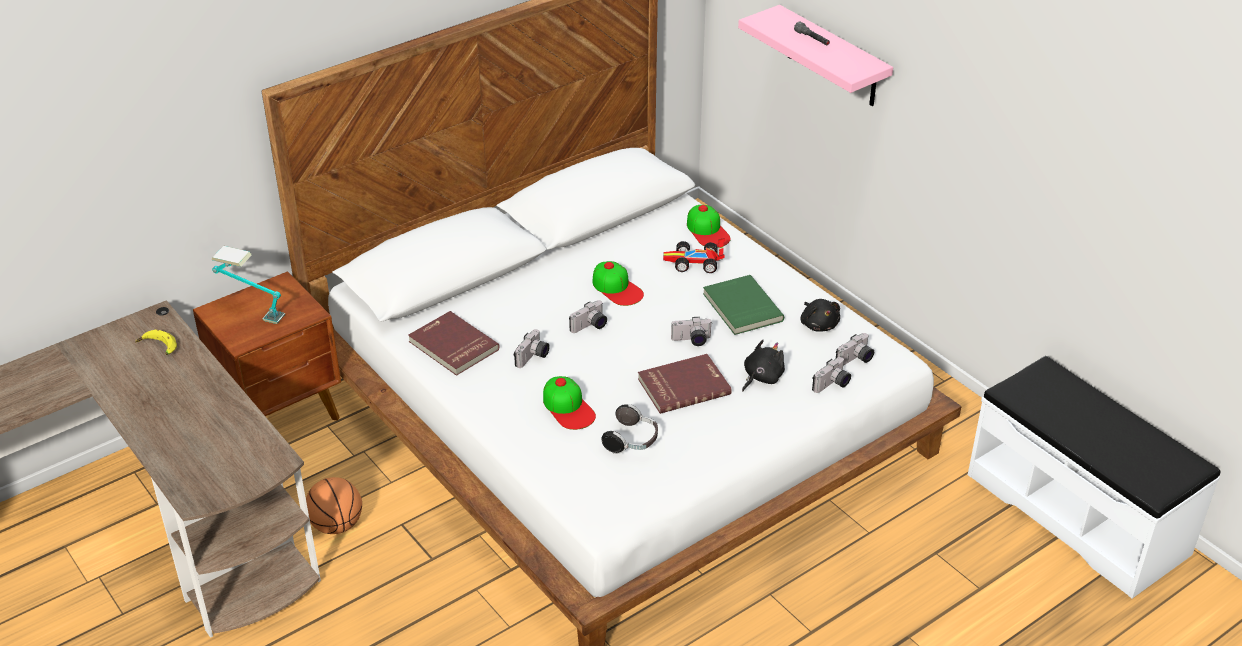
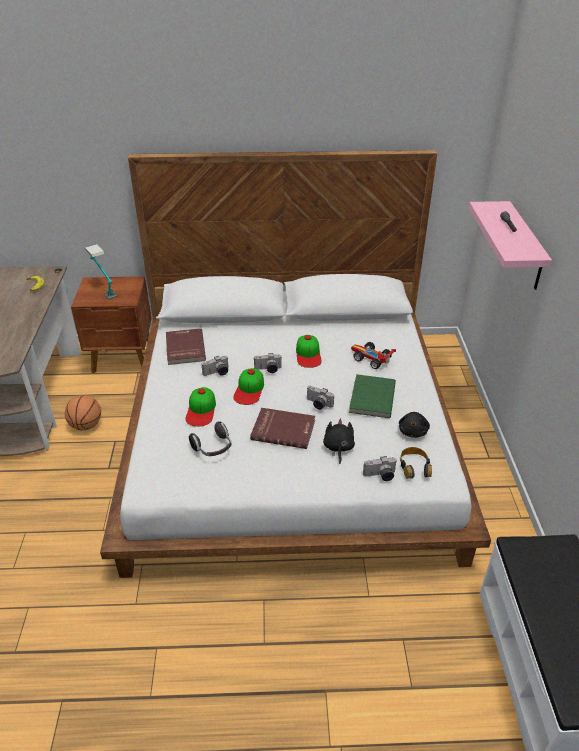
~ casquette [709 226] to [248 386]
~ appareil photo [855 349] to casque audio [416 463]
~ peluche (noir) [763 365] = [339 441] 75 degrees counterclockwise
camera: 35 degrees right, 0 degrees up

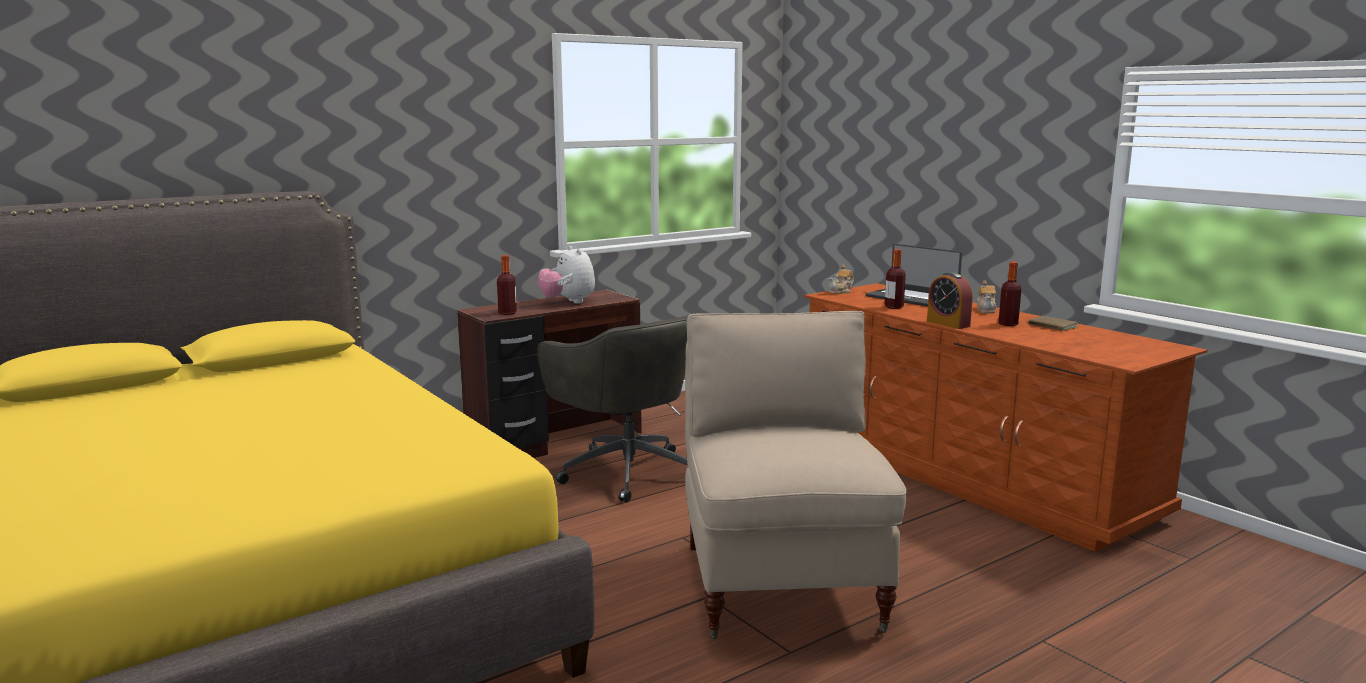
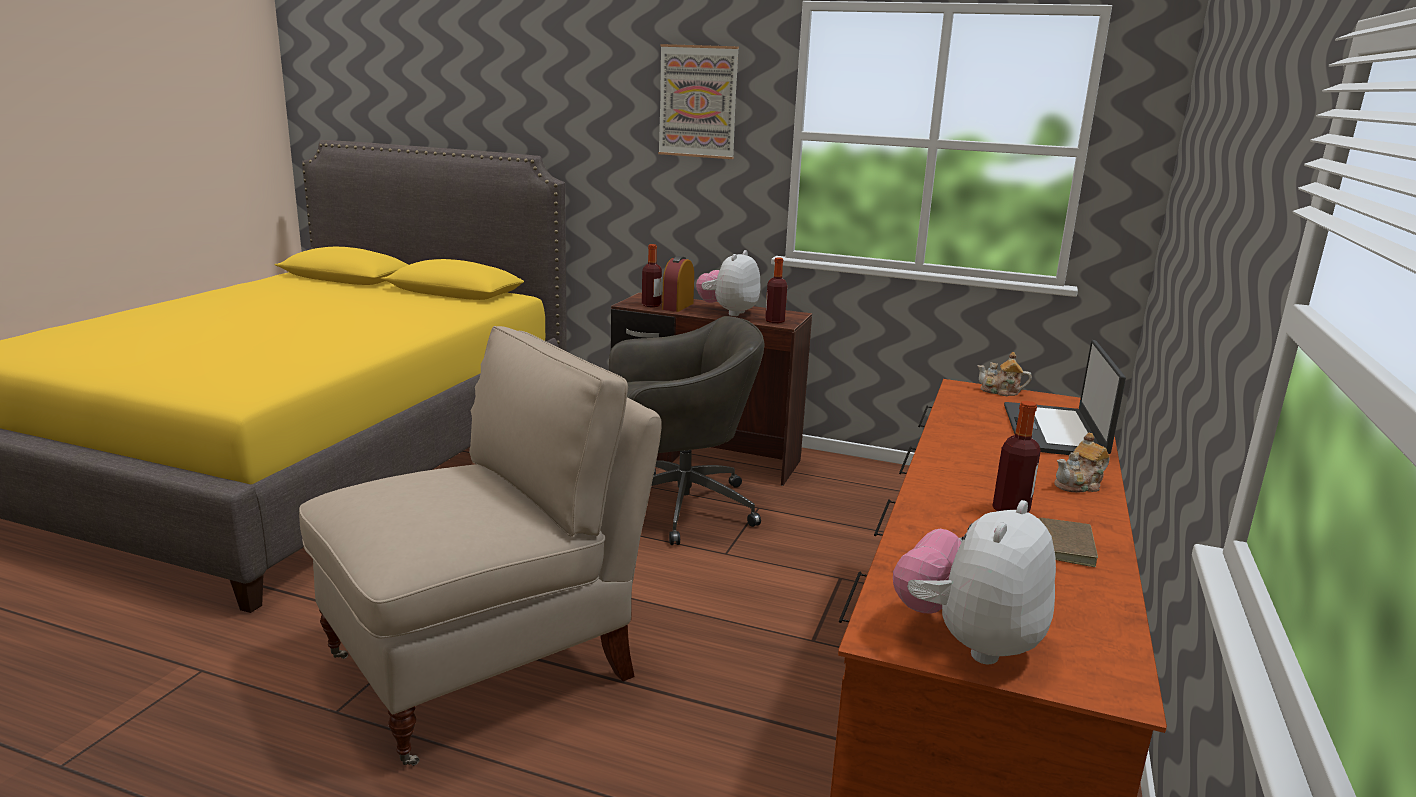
~ bouteille [895 279] to [776 290]
~ réveil [950 300] to [678 284]
~ chaise de bureau (gris) [613 408] = [687 430] 120 degrees counterclockwise
+ tableau [698 101]
+ peluche [974 582]
camera: 55 degrees right, 5 degrees up

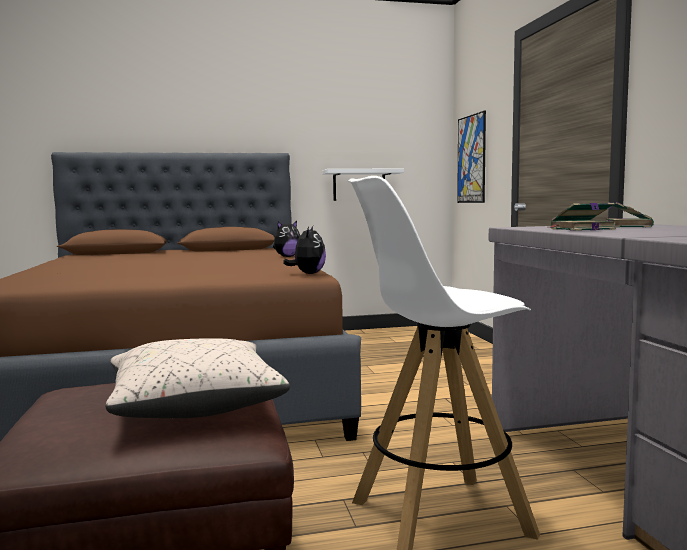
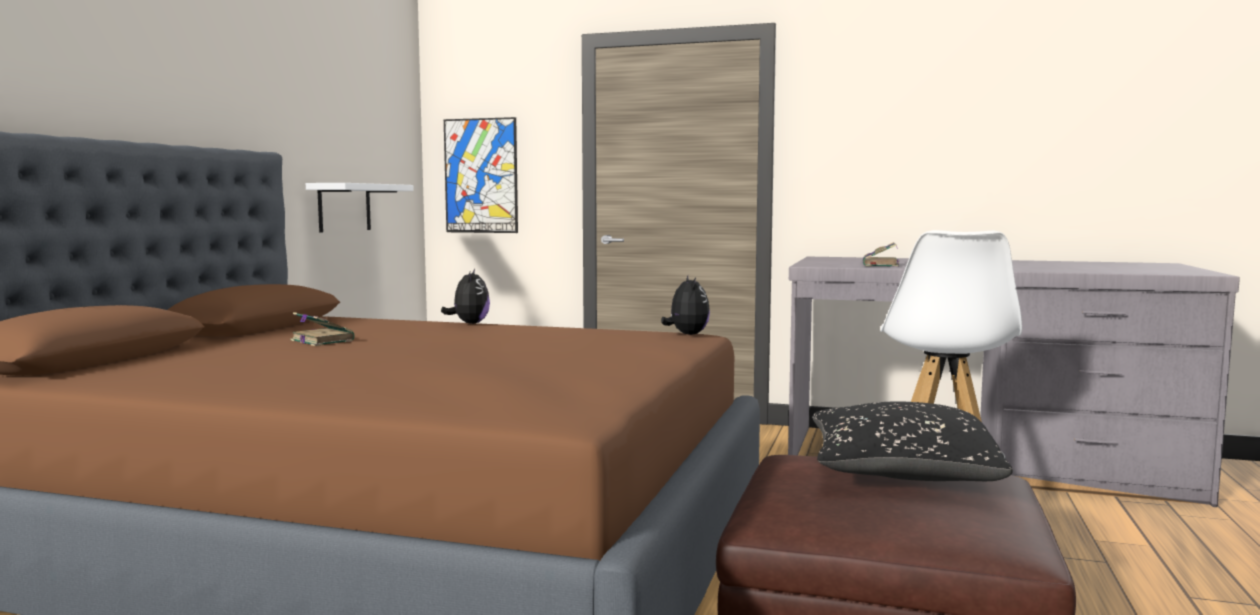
~ livre [630 215] to [323 329]
~ peluche [304 250] = [685 305] 45 degrees clockwise
~ coussin (beige) [197 378] to coussin (noir) [913 441]
camera: 60 degrees left, 0 degrees up

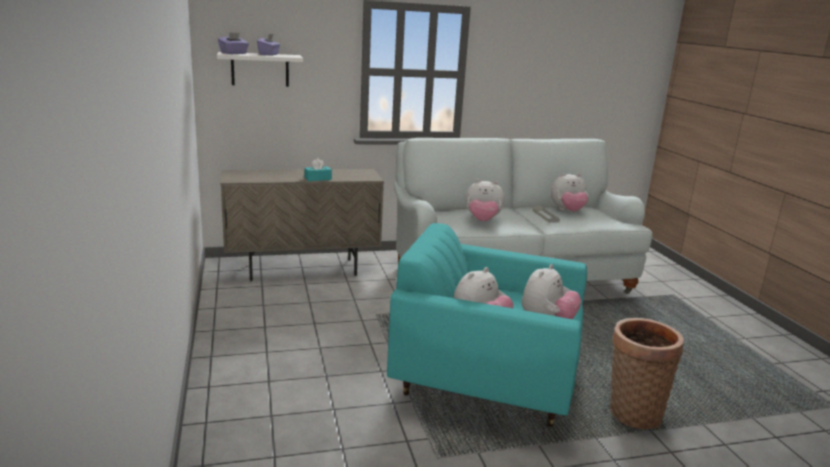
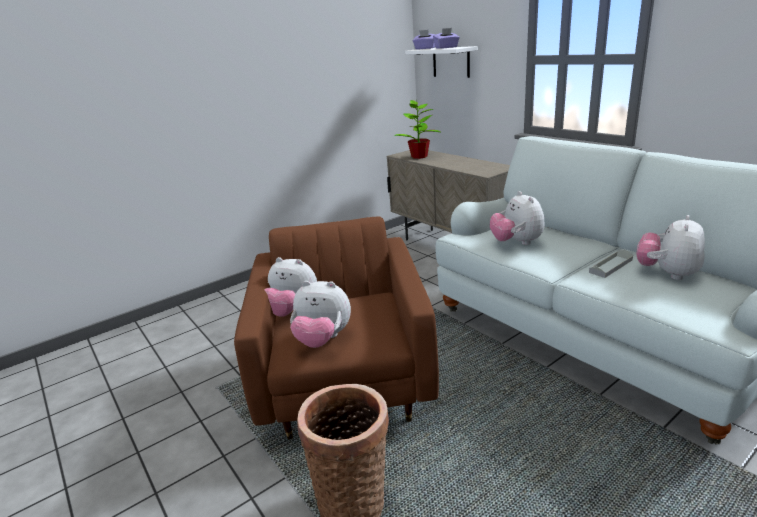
- boîte à mouchoirs (turquoise) [318 169]
~ peluche [569 192] = [670 247] 60 degrees clockwise
~ fauteuil (turquoise) [487 325] to fauteuil (marron) [336 327]
+ plante en pot [417 129]
camera: 70 degrees right, 5 degrees up

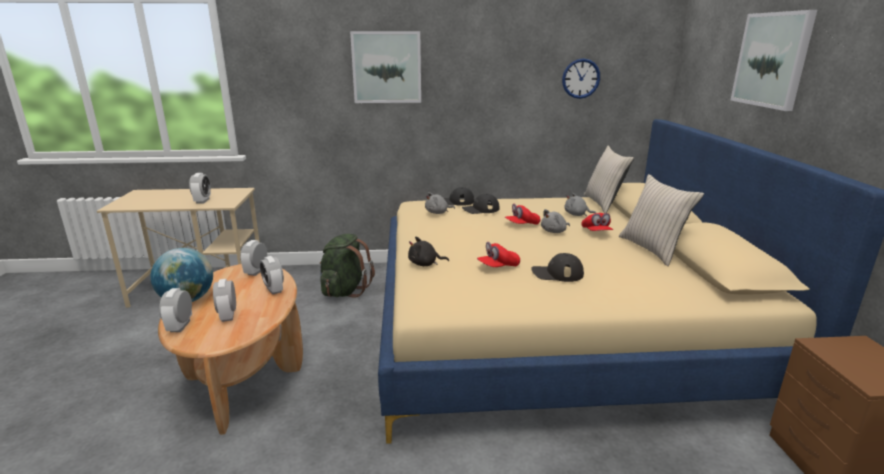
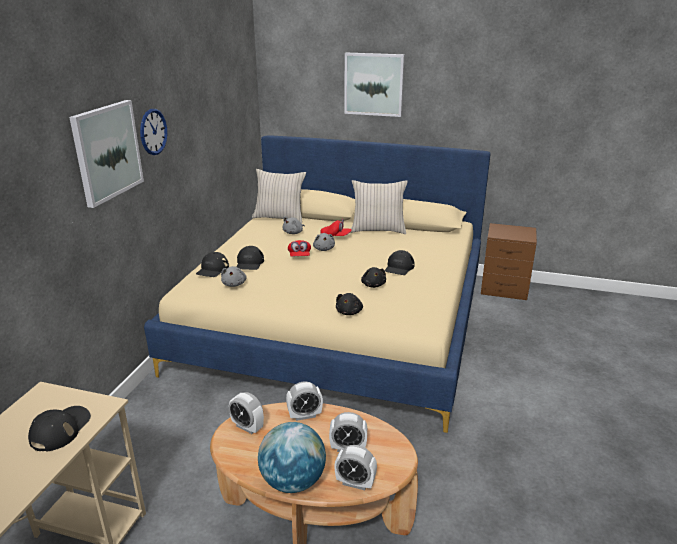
~ horloge murale [581 78] to [153 132]
~ réveil [200 188] to casquette (noir) [59 429]
- sac à dos (vert) [347 266]
~ casquette (rouge) [498 254] to peluche (noir) [373 277]
camera: 70 degrees left, 5 degrees up

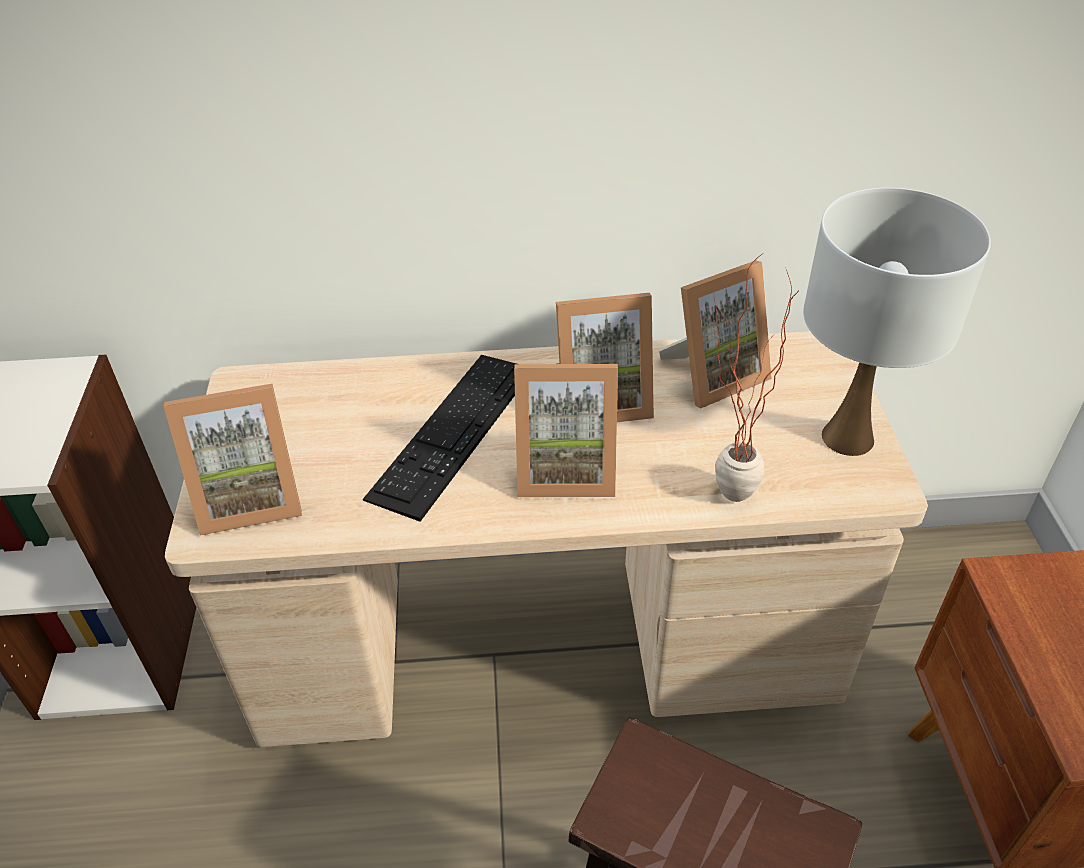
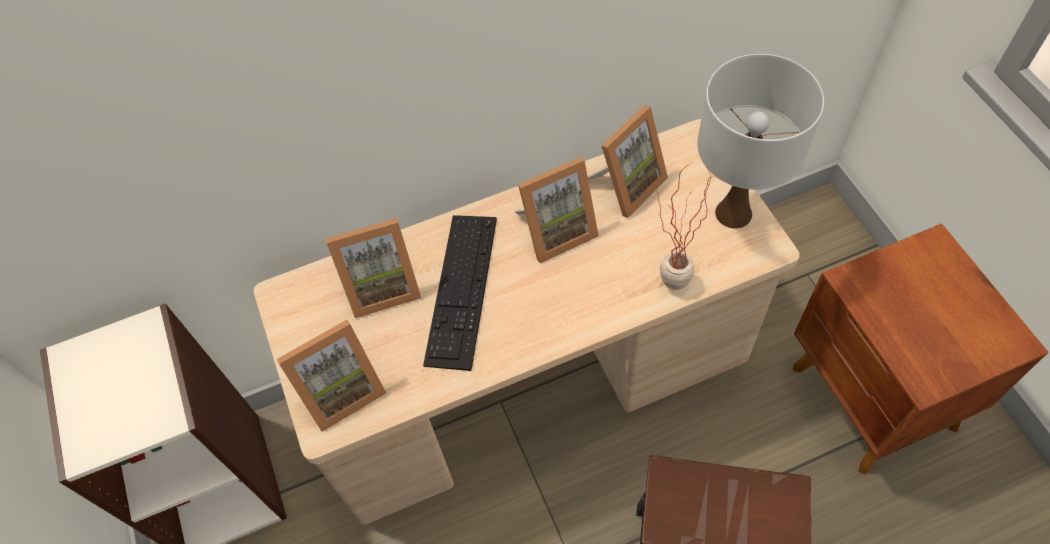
~ cadre photo [566 430] to [373 268]
camera: 15 degrees left, 15 degrees up

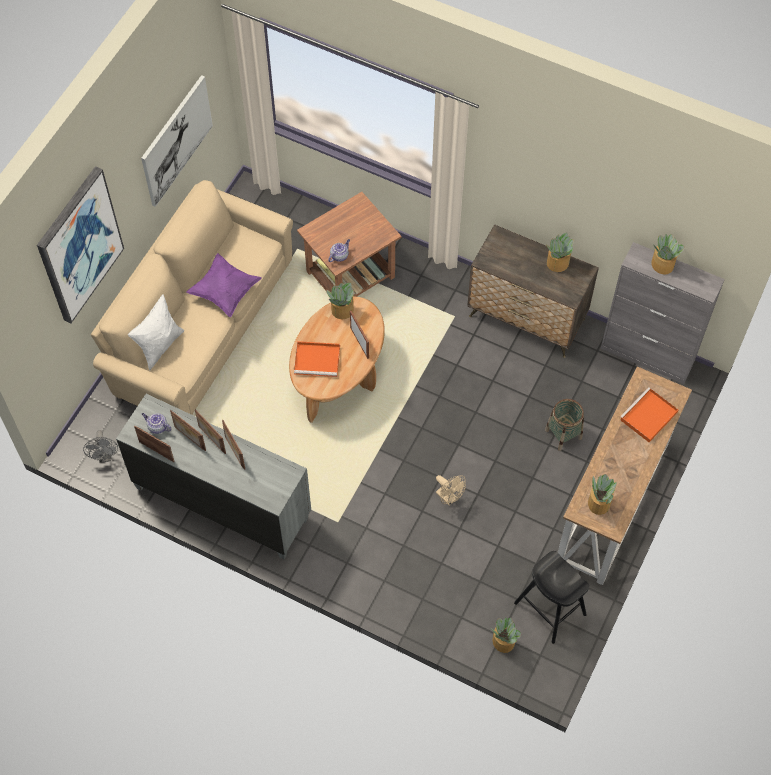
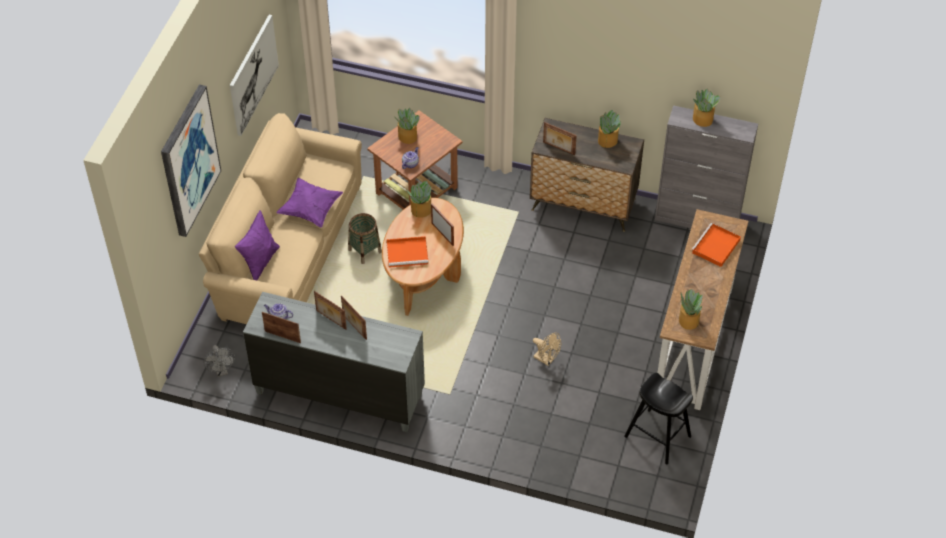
~ coussin (blanc) [156 332] to coussin (violet) [257 245]
~ panier [564 425] to [365 238]
~ cadre photo [188 430] to [560 138]
~ plante en pot [506 635] to [408 126]
camera: 10 degrees left, 10 degrees down

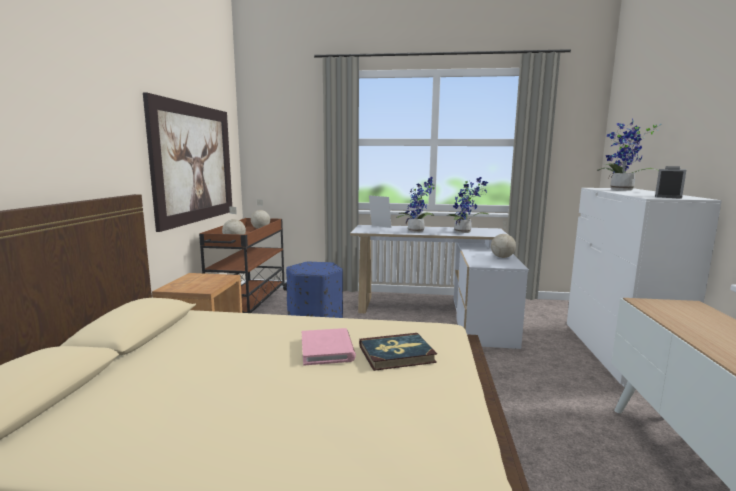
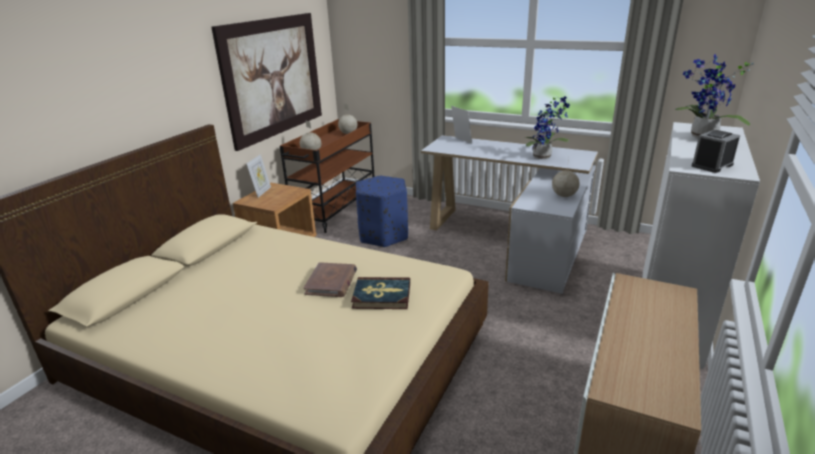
- plante en pot [415 205]
~ livre (rose) [329 346] to livre (marron) [330 279]
+ cadre photo [259 176]
camera: 20 degrees right, 15 degrees up

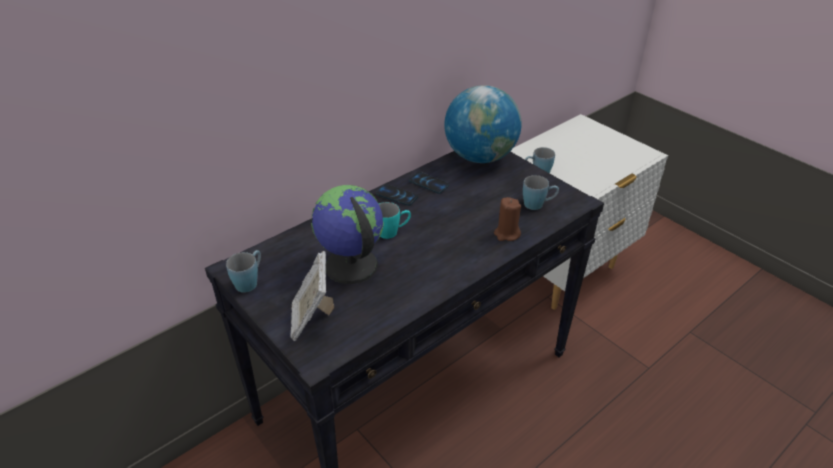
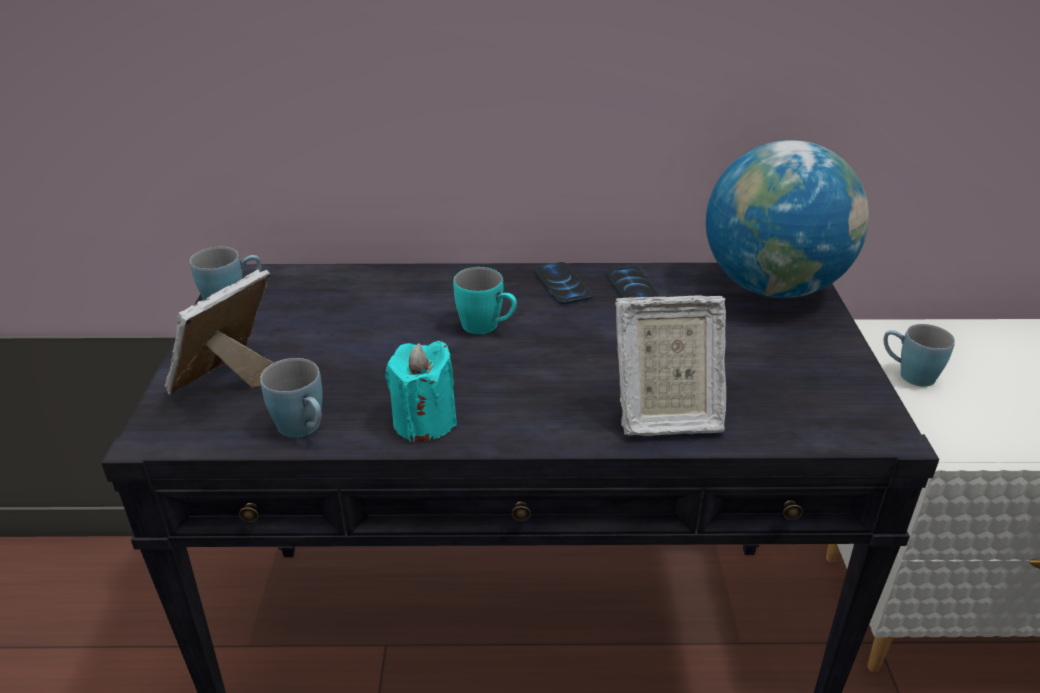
~ mug (bleu) [541 192] to [291 398]
- globe [347 234]
~ bougie (marron) [507 219] to cadre photo [670 366]
+ bougie (turquoise) [421 391]
camera: 40 degrees right, 5 degrees down

